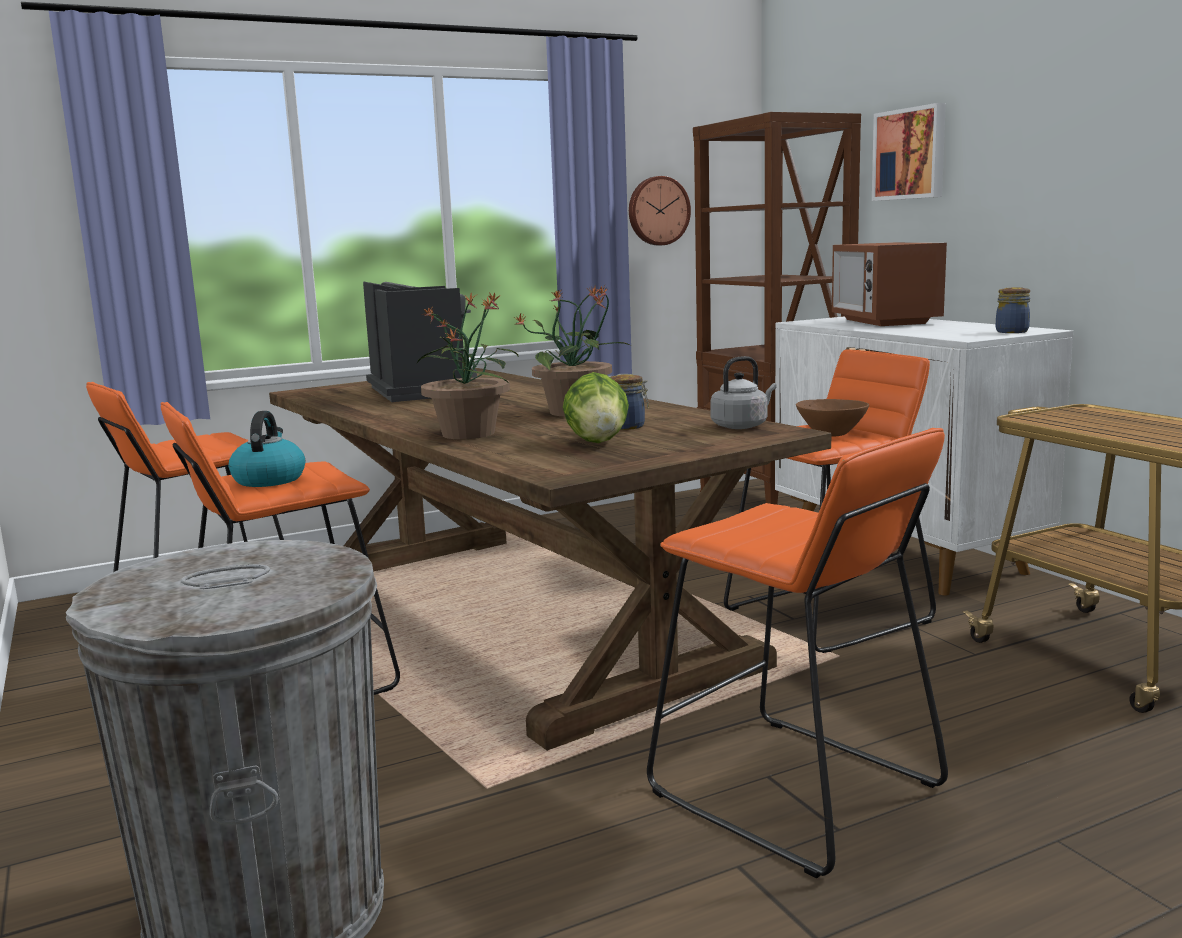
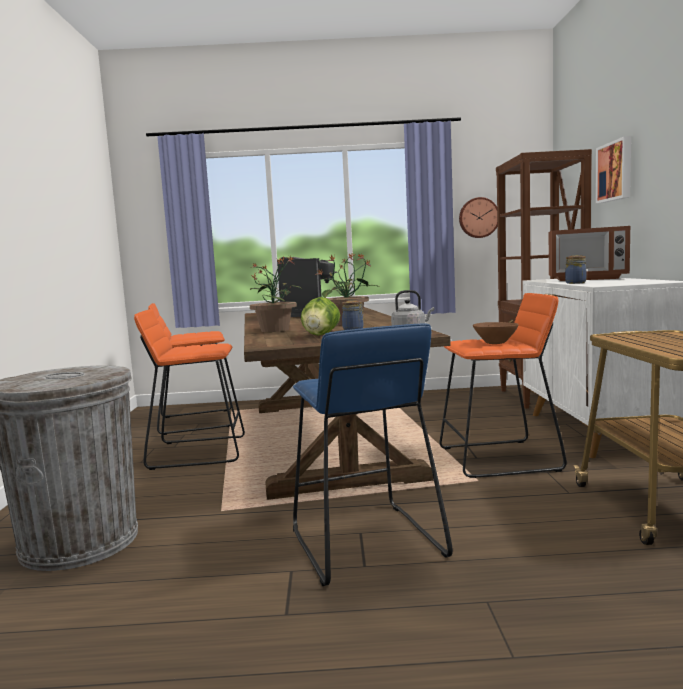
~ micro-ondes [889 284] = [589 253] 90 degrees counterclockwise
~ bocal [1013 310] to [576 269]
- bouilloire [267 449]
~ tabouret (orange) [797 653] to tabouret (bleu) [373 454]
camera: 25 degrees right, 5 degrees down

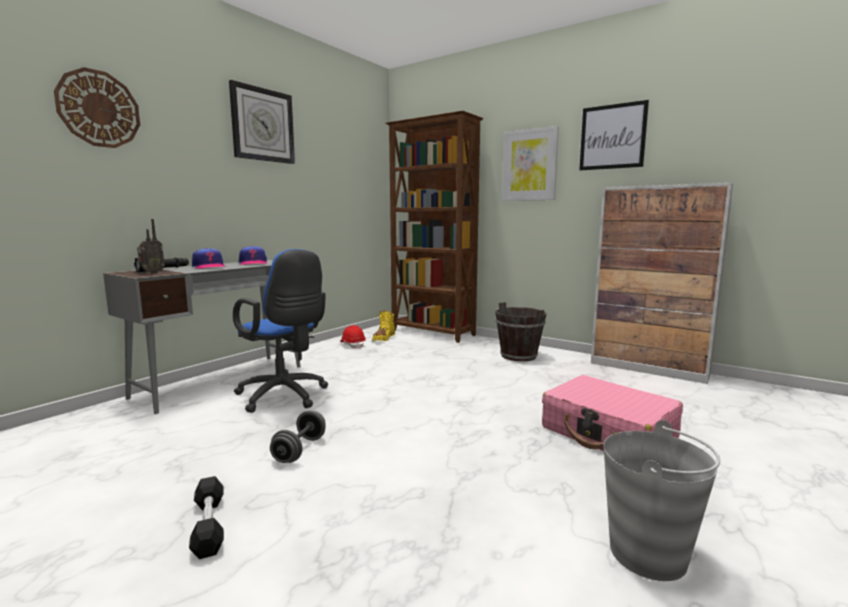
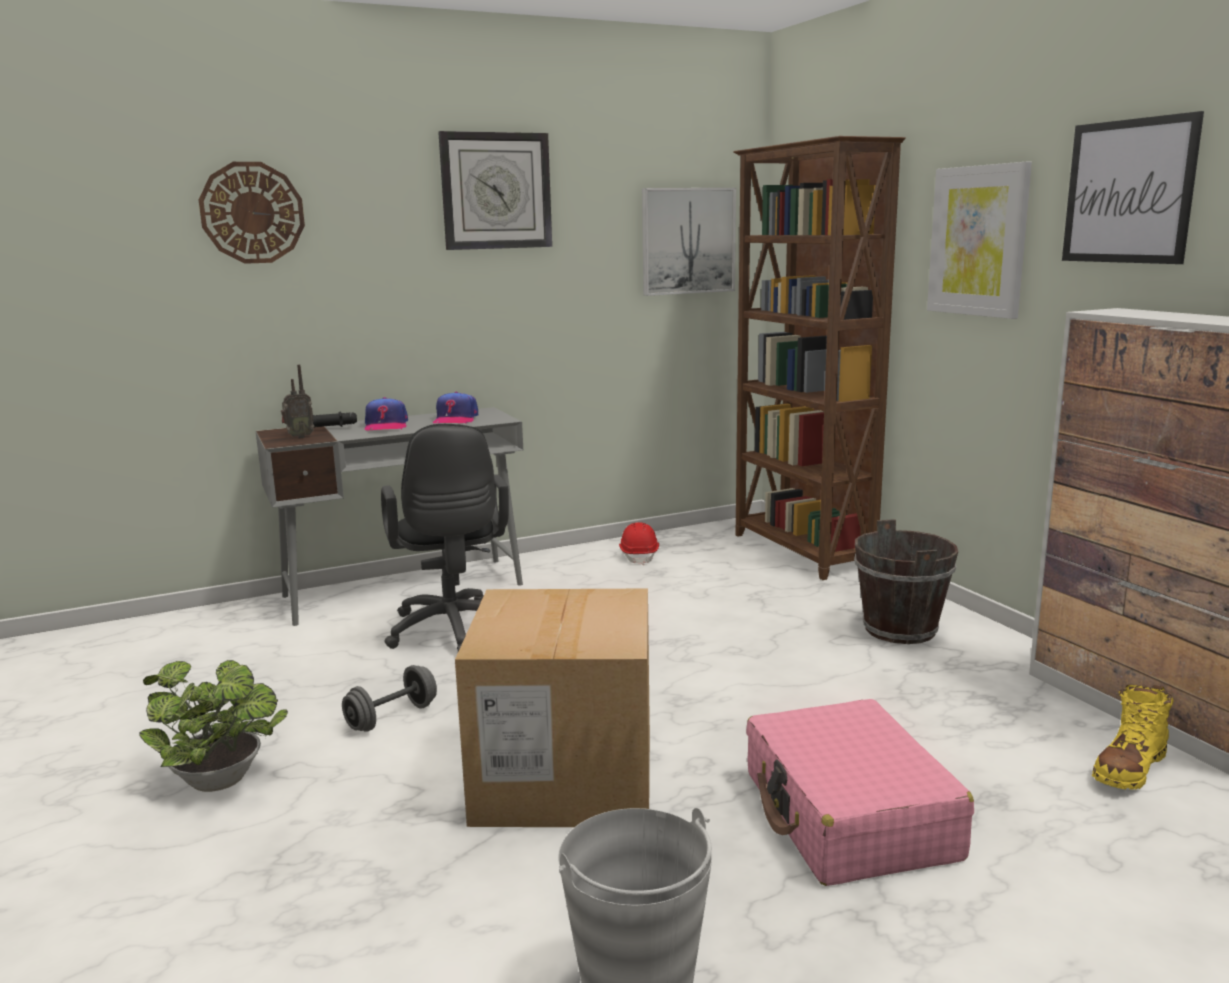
~ chaise de bureau (bleu) [280 331] to chaise de bureau (noir) [445 537]
~ botte (jaune) [383 326] to [1133 737]
~ haltère (noir) [206 517] to plante en pot [213 726]
+ tableau [689 242]
+ carton [552 707]
camera: 30 degrees right, 5 degrees up

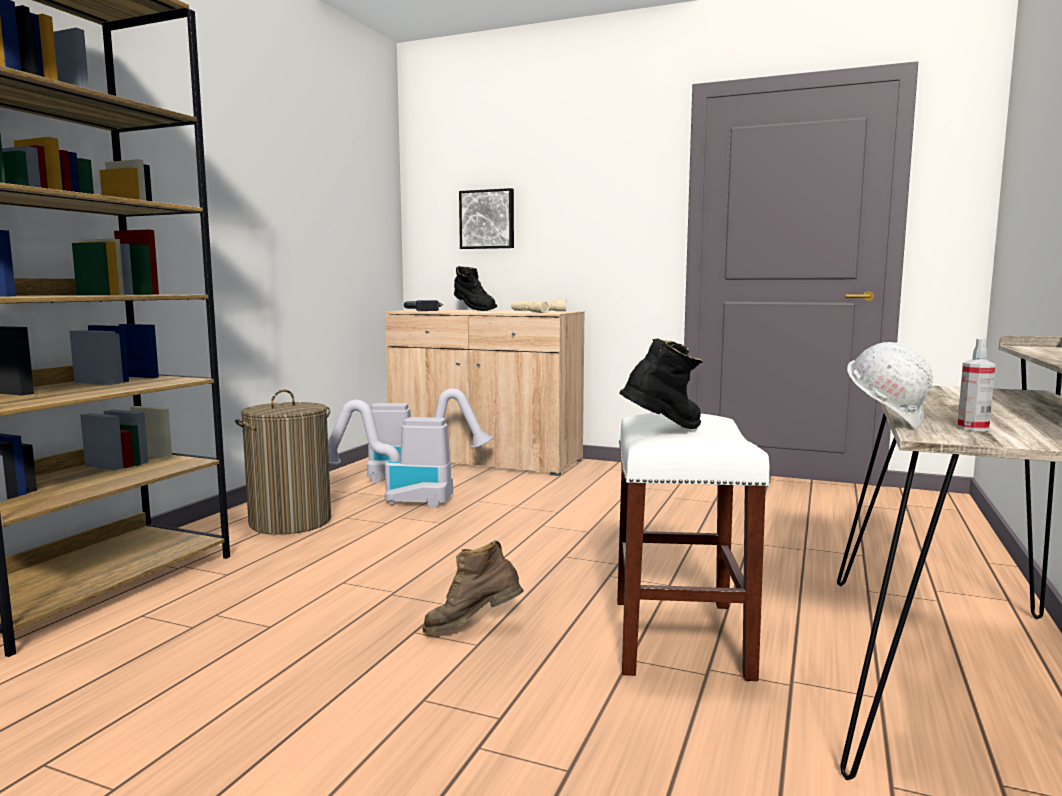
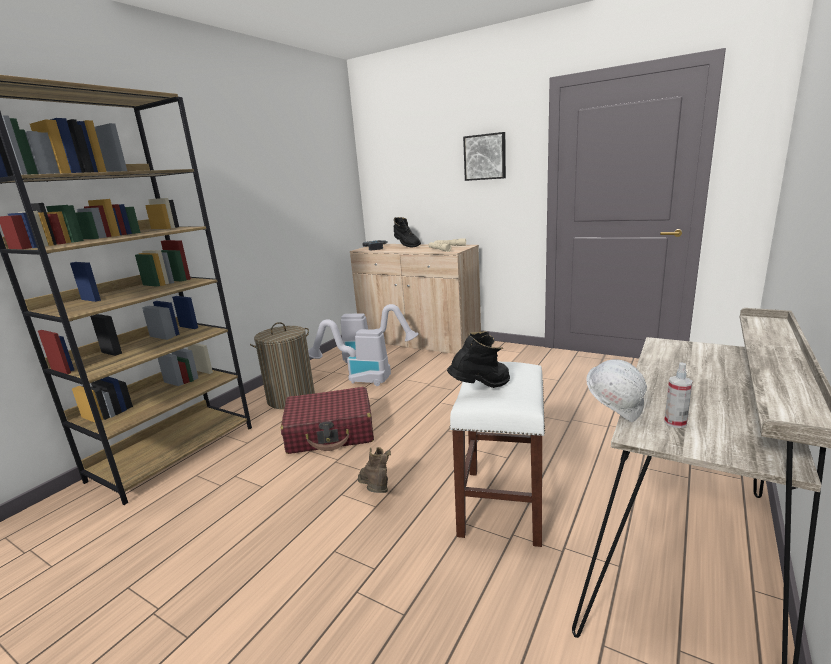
~ tableau [486 218] to [484 156]
~ botte (marron) [473 586] = [374 470] 75 degrees clockwise
+ valise (rouge) [327 420]
camera: 10 degrees right, 10 degrees up

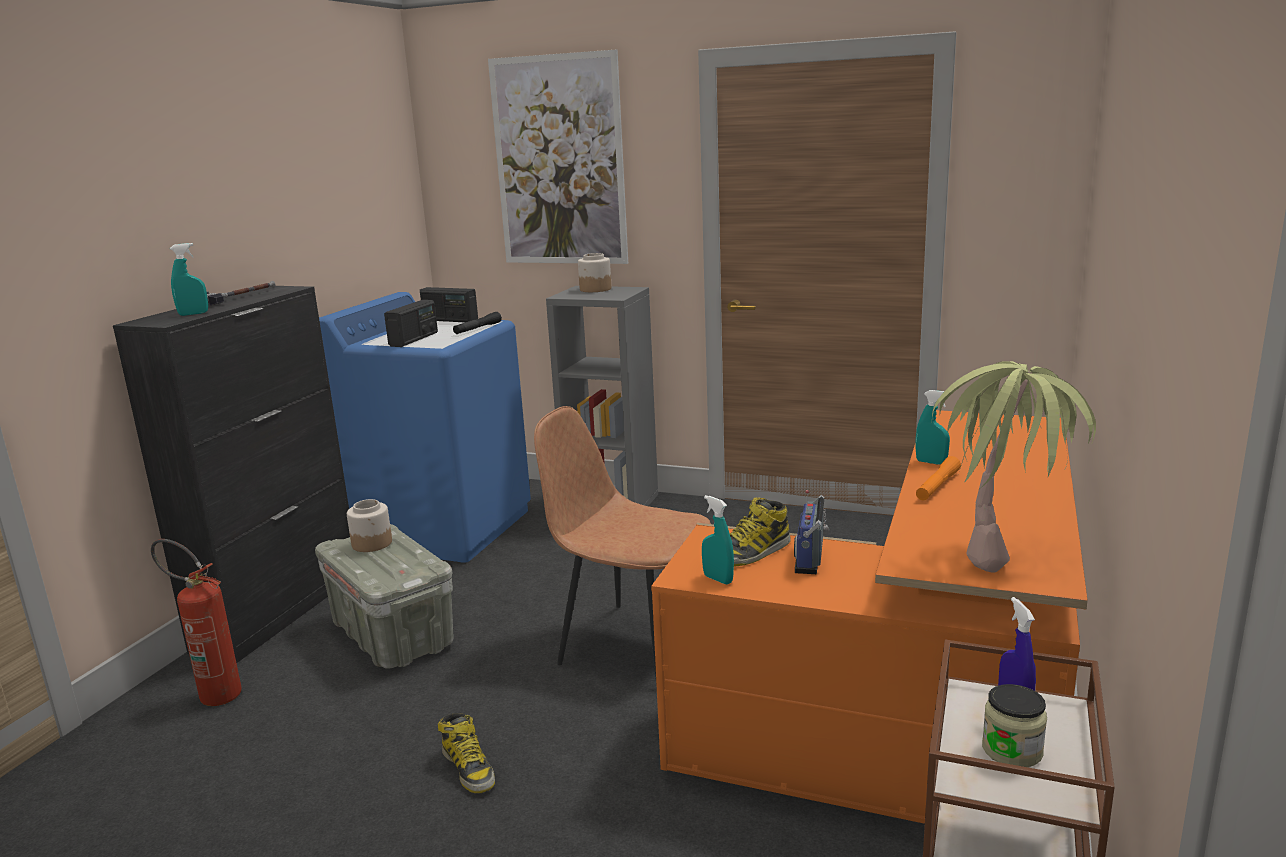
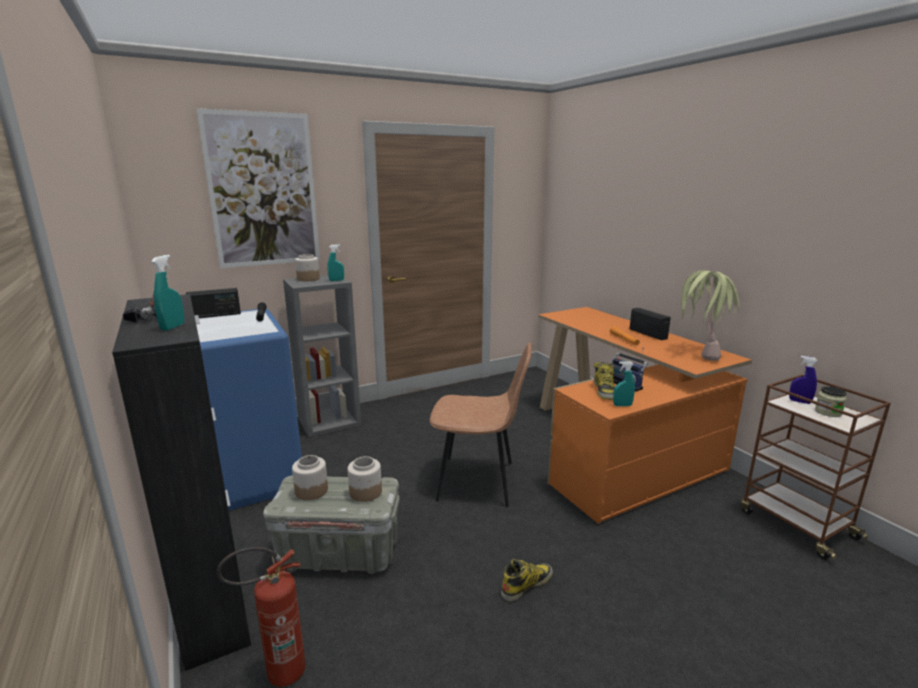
~ radio [411 323] to [650 324]
~ vaporisateur (turquoise) [933 427] to [336 262]
~ chaise (marron) [622 547] = [480 424] 150 degrees counterclockwise
~ botte [466 753] = [527 580] 45 degrees counterclockwise
+ bocal [364 479]
camera: 50 degrees left, 0 degrees up

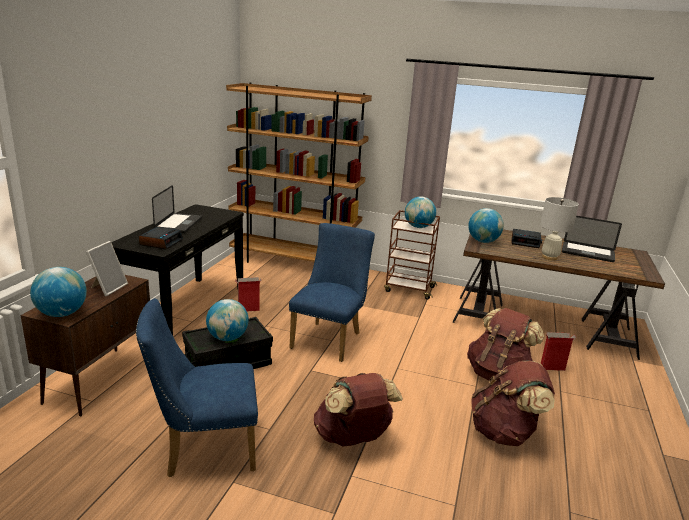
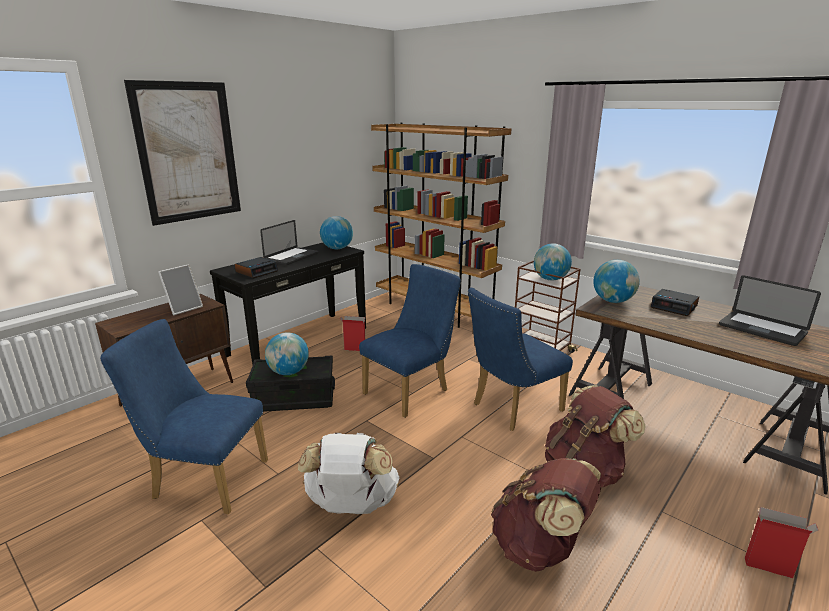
- lampe de table (blanc) [559 228]
~ globe [58 292] to [336 232]
~ carton [559 351] to [782 542]
~ sac à dos (marron) [358 410] to sac à dos (blanc) [348 473]
+ tableau [182 153]
+ chaise (bleu) [520 359]
camera: 25 degrees right, 0 degrees up

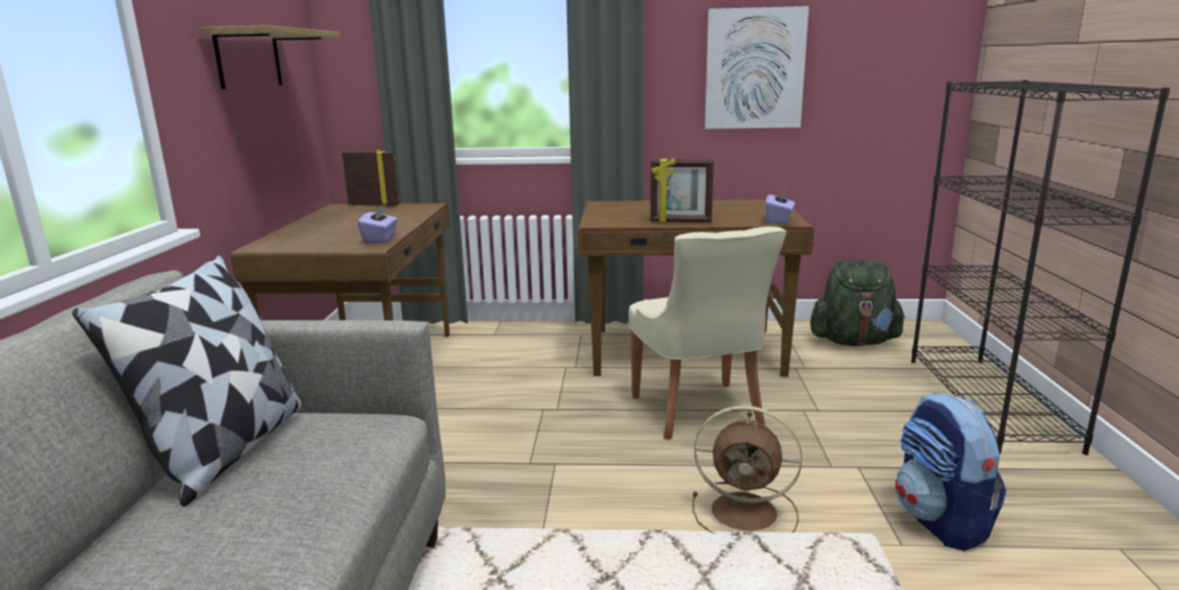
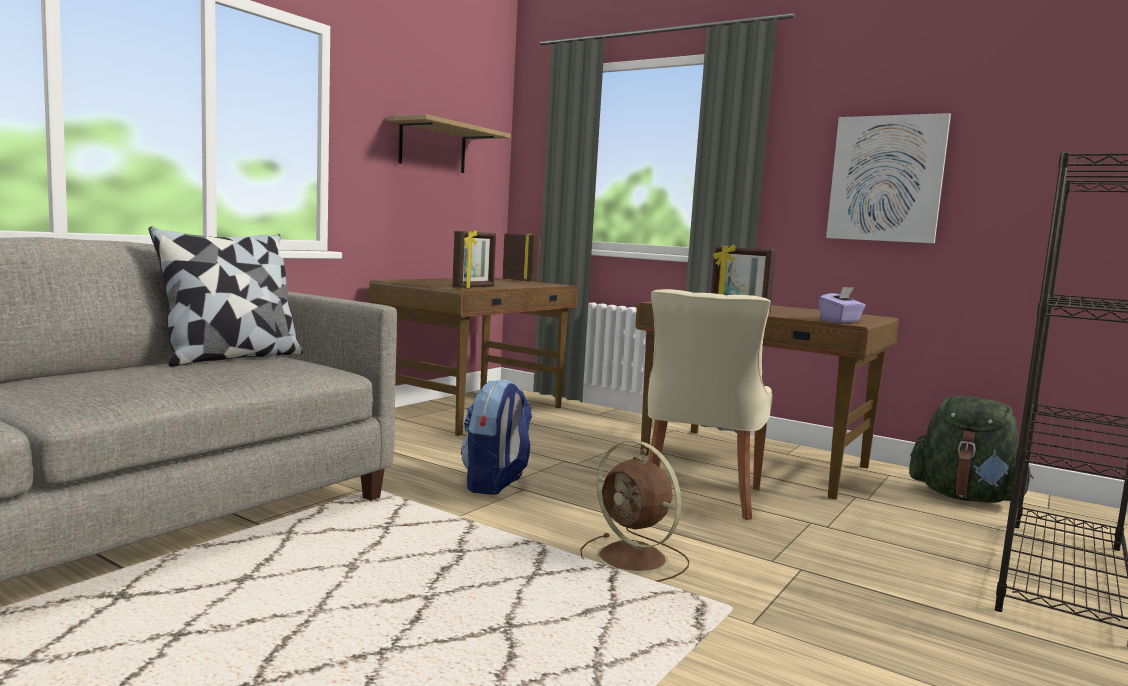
~ boîte à mouchoirs (violet) [378 224] to cadre photo [474 259]
~ sac à dos [950 472] to [496 437]
camera: 30 degrees right, 10 degrees down

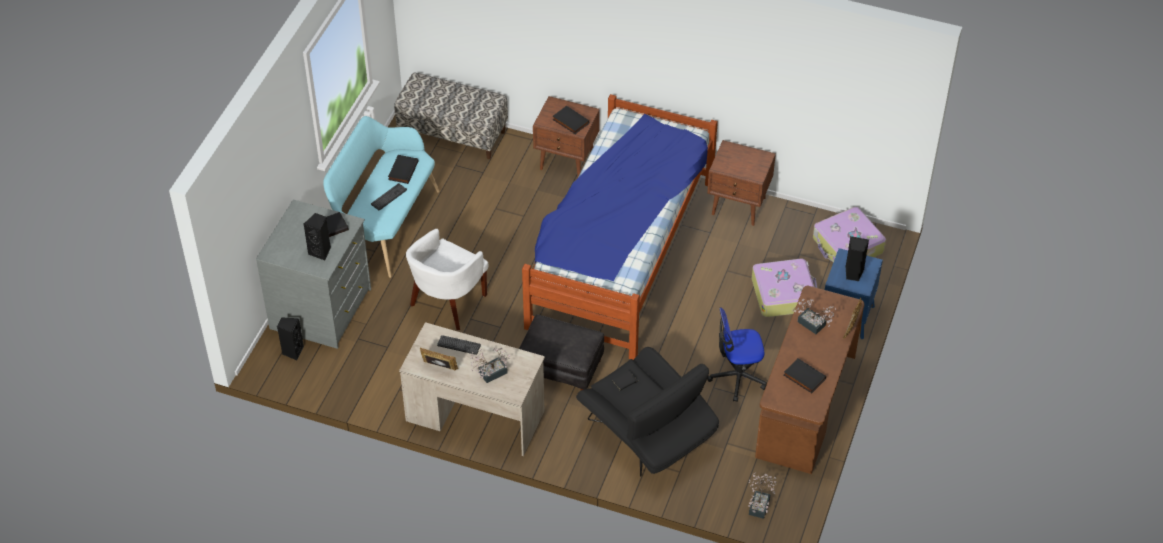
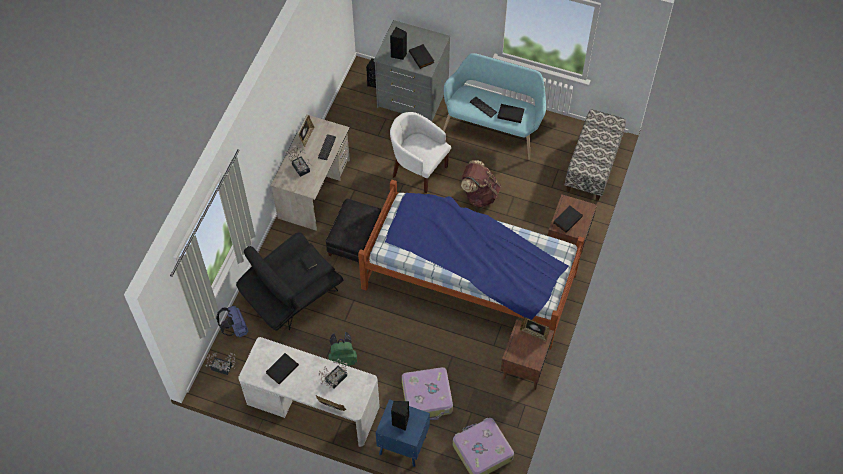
~ bureau (marron) [809 380] to bureau (blanc) [309 392]
~ chaise de bureau [737 354] to sac à dos (vert) [342 349]
+ sac à dos (marron) [481 183]
+ sac à dos (bleu) [232 321]
+ cadre photo [535 329]
camera: 90 degrees right, 10 degrees up

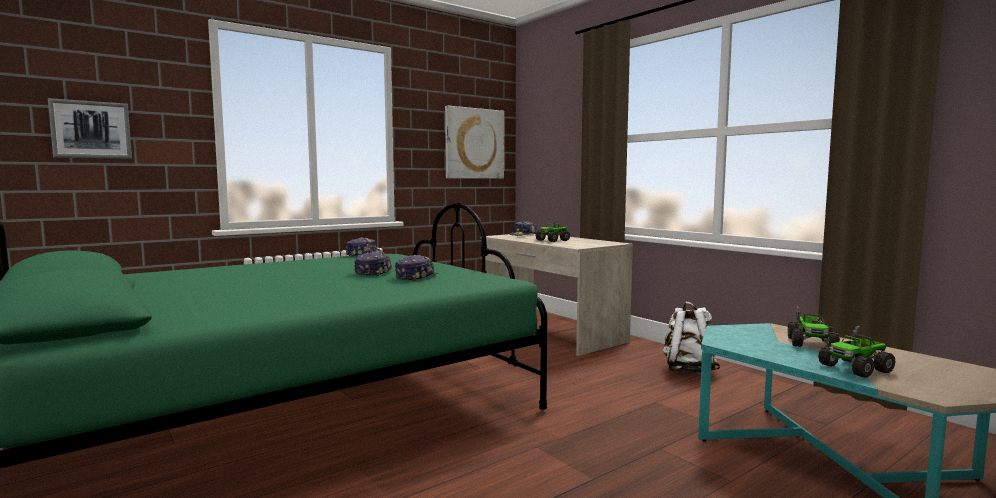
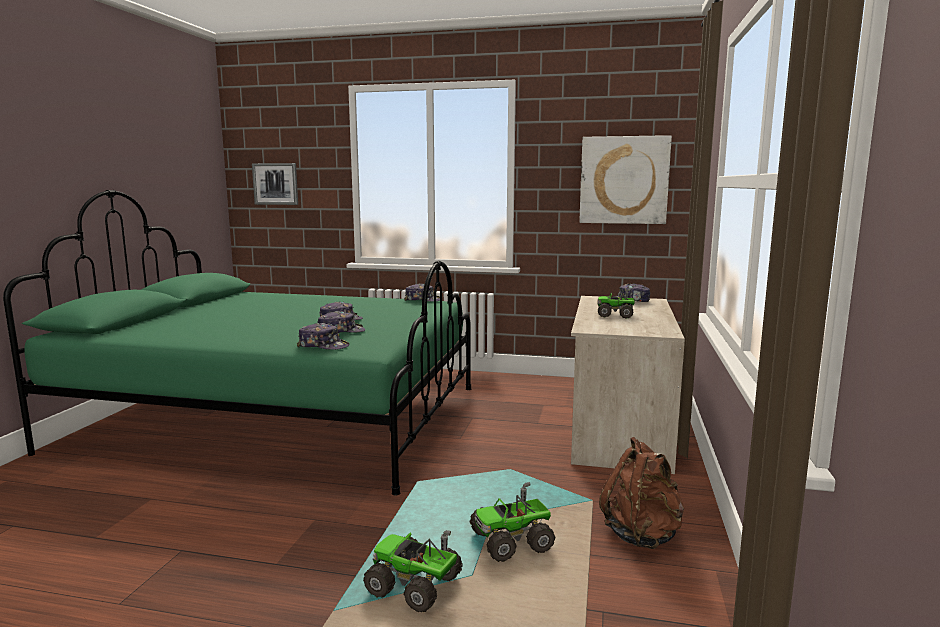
~ sac à dos (blanc) [691 337] to sac à dos (marron) [641 493]
+ casquette [323 336]
camera: 50 degrees right, 5 degrees up

